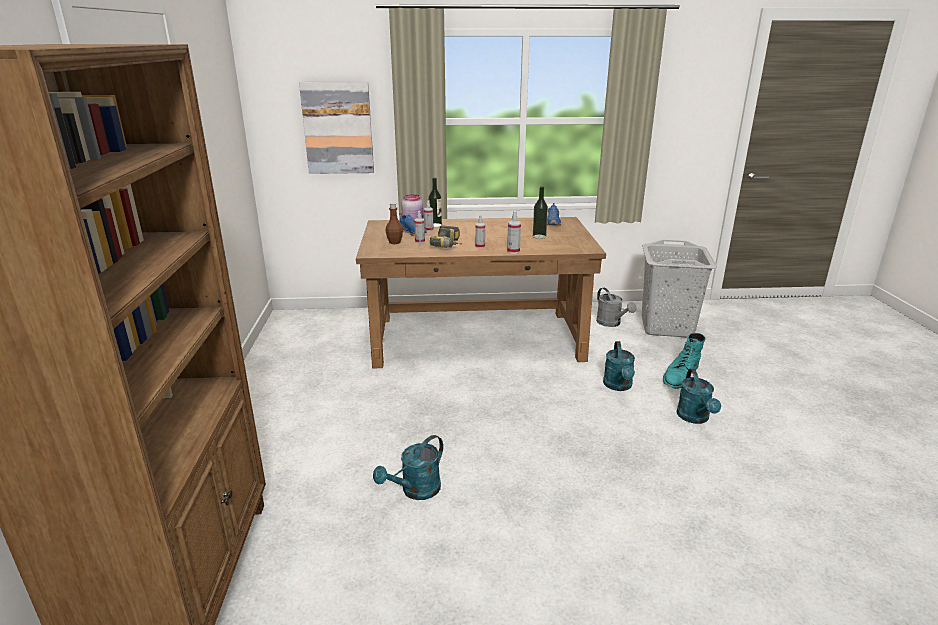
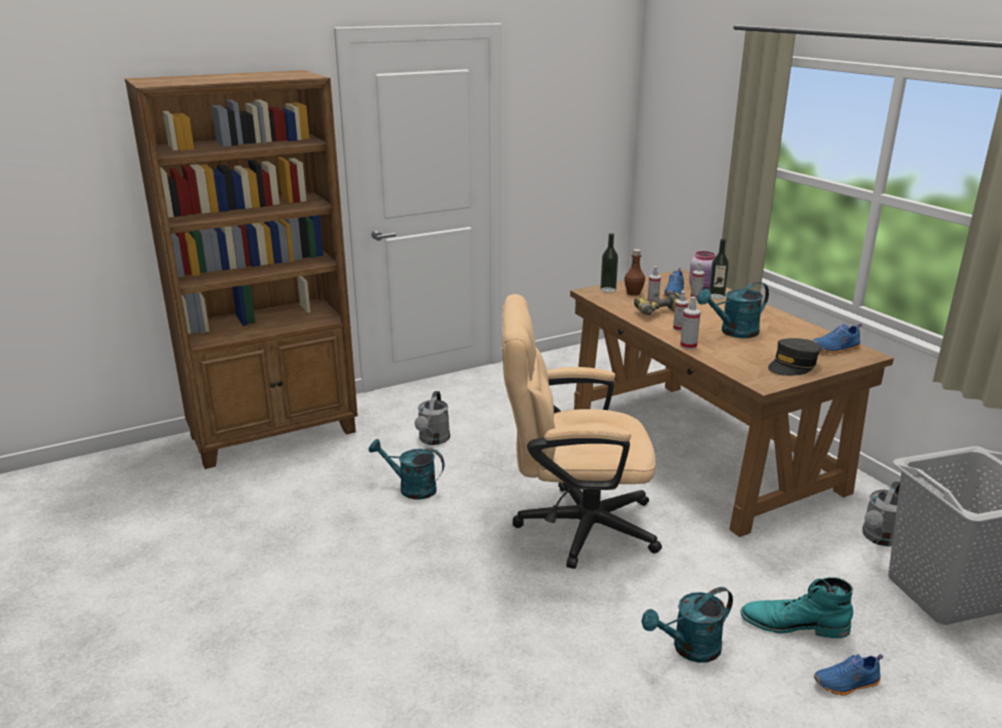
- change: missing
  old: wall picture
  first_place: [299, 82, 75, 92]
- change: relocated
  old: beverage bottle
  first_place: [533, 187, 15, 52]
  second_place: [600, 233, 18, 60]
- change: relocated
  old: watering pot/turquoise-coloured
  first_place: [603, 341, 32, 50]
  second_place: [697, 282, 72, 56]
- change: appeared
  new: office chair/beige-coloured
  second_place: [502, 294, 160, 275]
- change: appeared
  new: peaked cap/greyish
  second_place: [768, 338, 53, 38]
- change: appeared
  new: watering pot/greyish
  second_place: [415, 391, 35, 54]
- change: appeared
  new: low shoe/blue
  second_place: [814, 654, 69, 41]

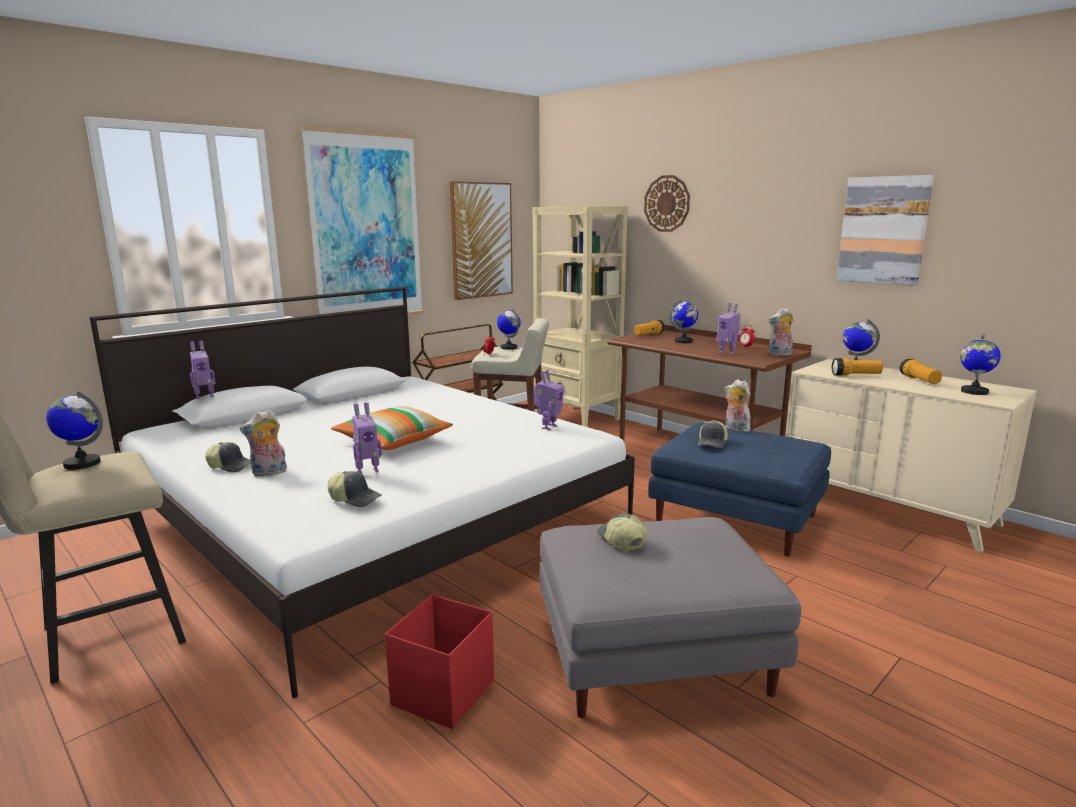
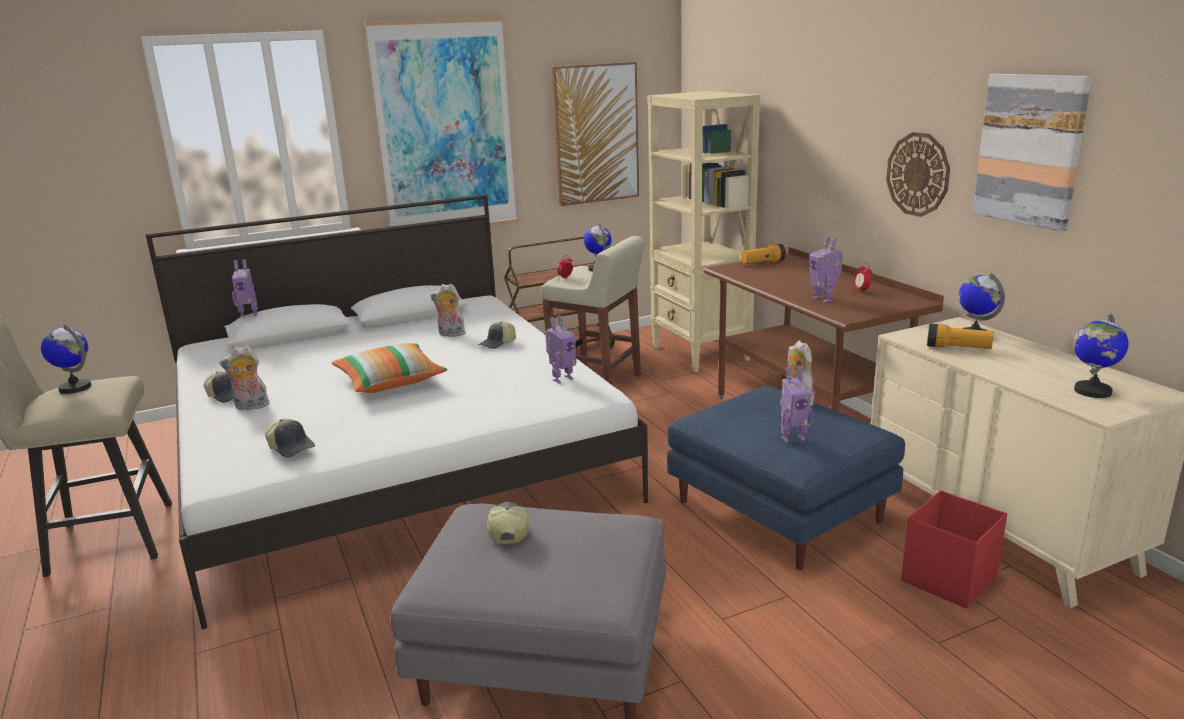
- change: relocated
  old: hanging clock
  first_place: [644, 175, 46, 57]
  second_place: [886, 132, 64, 85]
- change: missing
  old: globe
  first_place: [669, 299, 29, 44]
- change: relocated
  old: cuddly toy
  first_place: [768, 308, 25, 48]
  second_place: [430, 284, 35, 53]
- change: missing
  old: torch
  first_place: [900, 359, 42, 25]
- change: relocated
  old: robot figure
  first_place: [352, 402, 30, 72]
  second_place: [780, 366, 32, 77]
- change: relocated
  old: peaked cap
  first_place: [698, 420, 30, 28]
  second_place: [478, 321, 38, 28]
- change: relocated
  old: storage bin/red-coloured
  first_place: [385, 594, 109, 135]
  second_place: [901, 490, 106, 119]

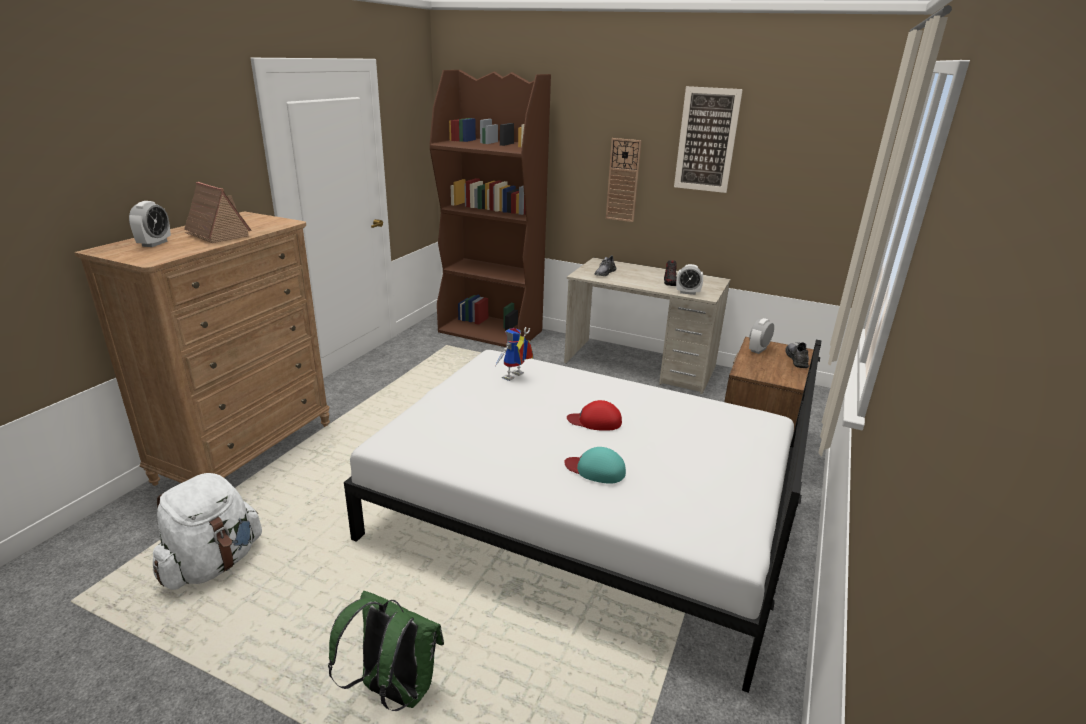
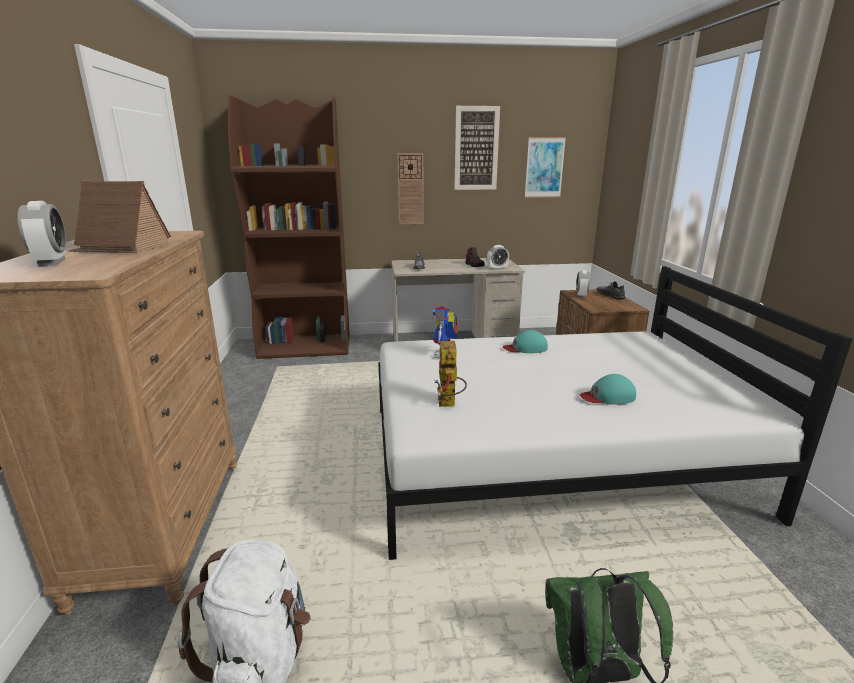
- change: missing
  old: peaked cap/red-coloured
  first_place: [567, 400, 55, 31]
- change: appeared
  new: wall picture
  second_place: [525, 137, 41, 61]
- change: appeared
  new: peaked cap/turquoise-coloured
  second_place: [503, 330, 45, 23]
- change: appeared
  new: robot figure
  second_place: [435, 341, 32, 66]

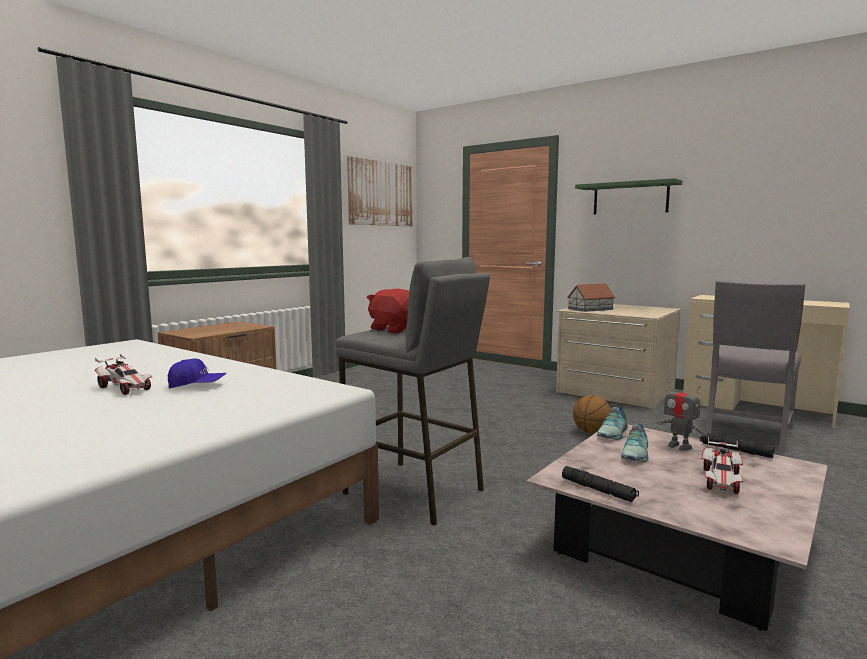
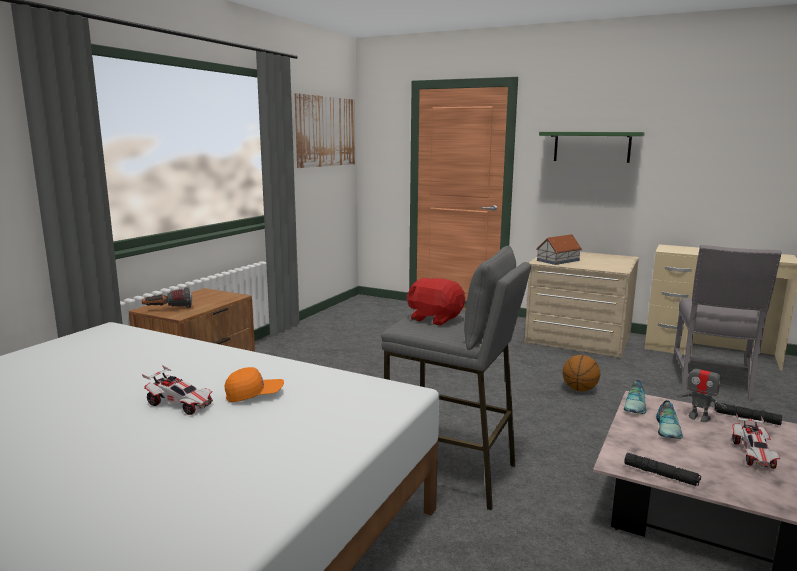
- change: colour
  old: peaked cap/blue
  new: peaked cap/orange
  first_place: [168, 358, 58, 31]
  second_place: [225, 367, 59, 35]
- change: appeared
  new: torch
  second_place: [142, 287, 50, 21]

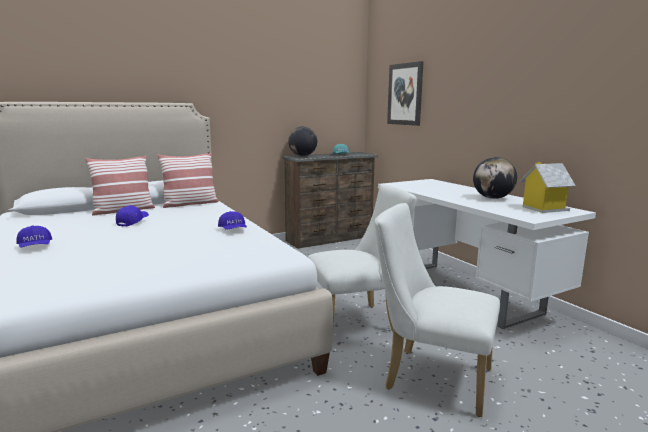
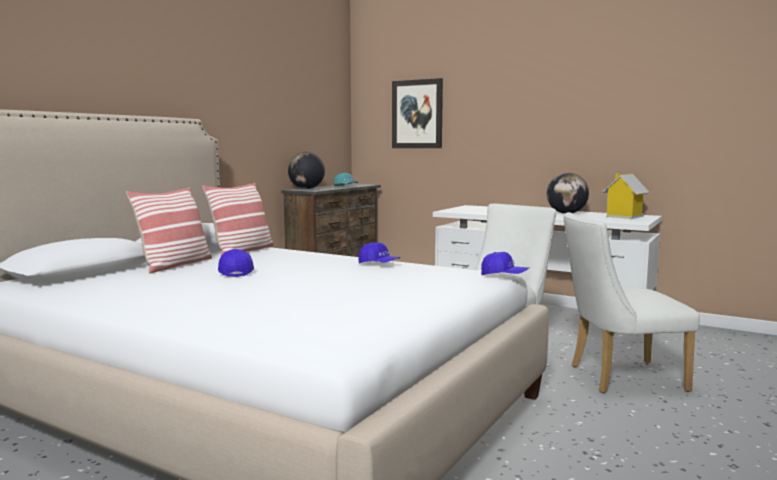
- change: relocated
  old: peaked cap/blue
  first_place: [16, 225, 36, 23]
  second_place: [481, 252, 49, 23]

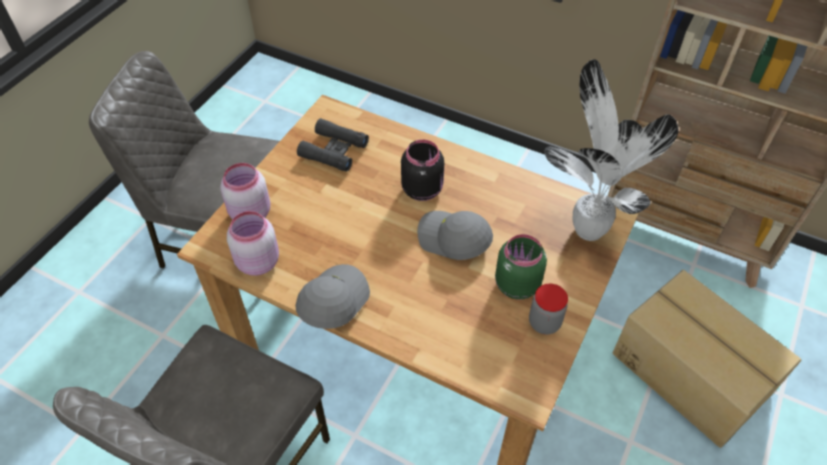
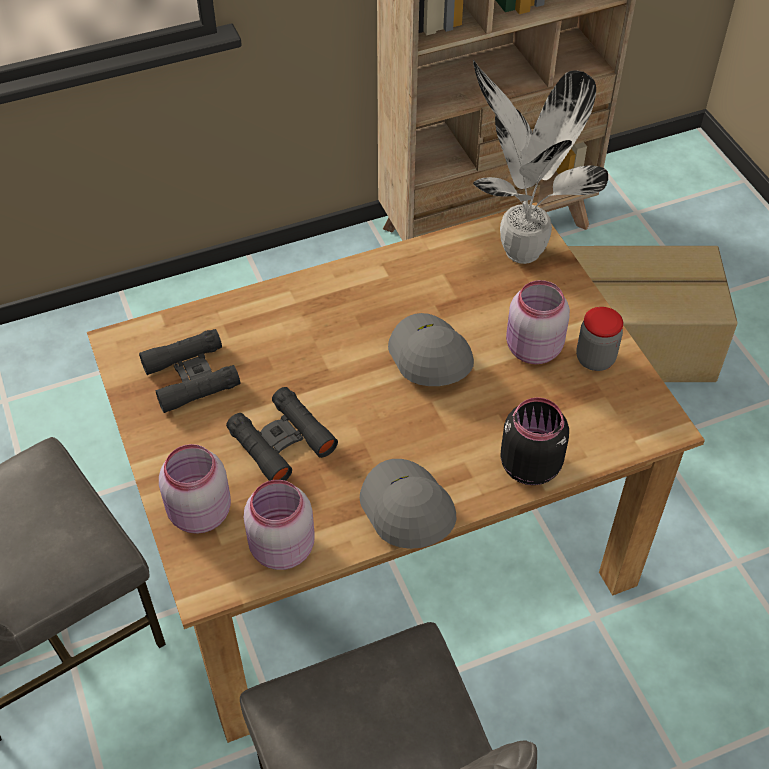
- change: relocated
  old: jar/blackish
  first_place: [401, 139, 43, 62]
  second_place: [500, 397, 69, 88]
- change: spun
  old: peaked cap/greyish
  first_place: [417, 211, 76, 49]
  second_place: [388, 313, 86, 73]
  degrees: 90
- change: colour
  old: jar/green-coloured
  new: jar/pink
  first_place: [495, 234, 52, 66]
  second_place: [506, 280, 64, 84]
- change: appeared
  new: binoculars/blackish
  second_place: [226, 387, 112, 94]

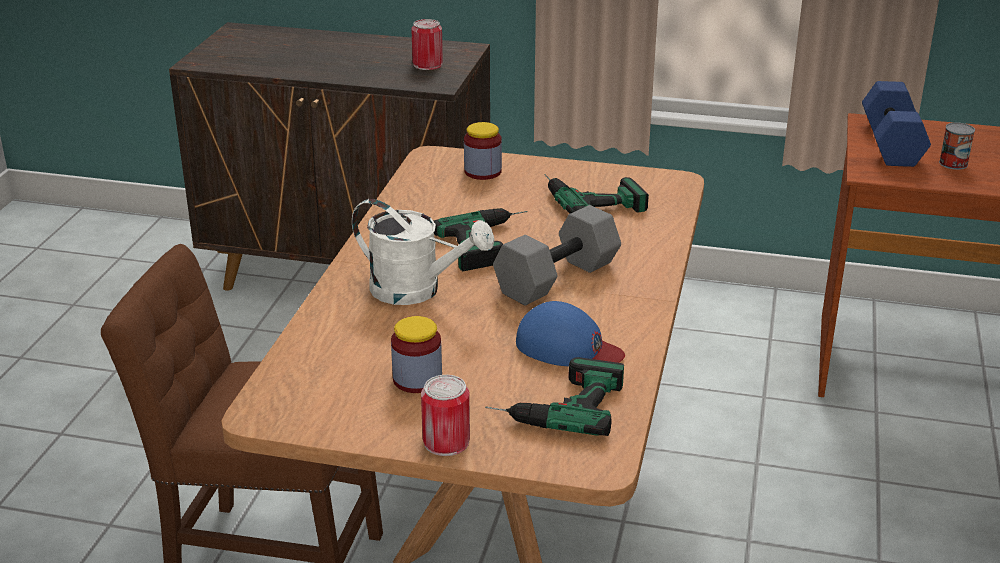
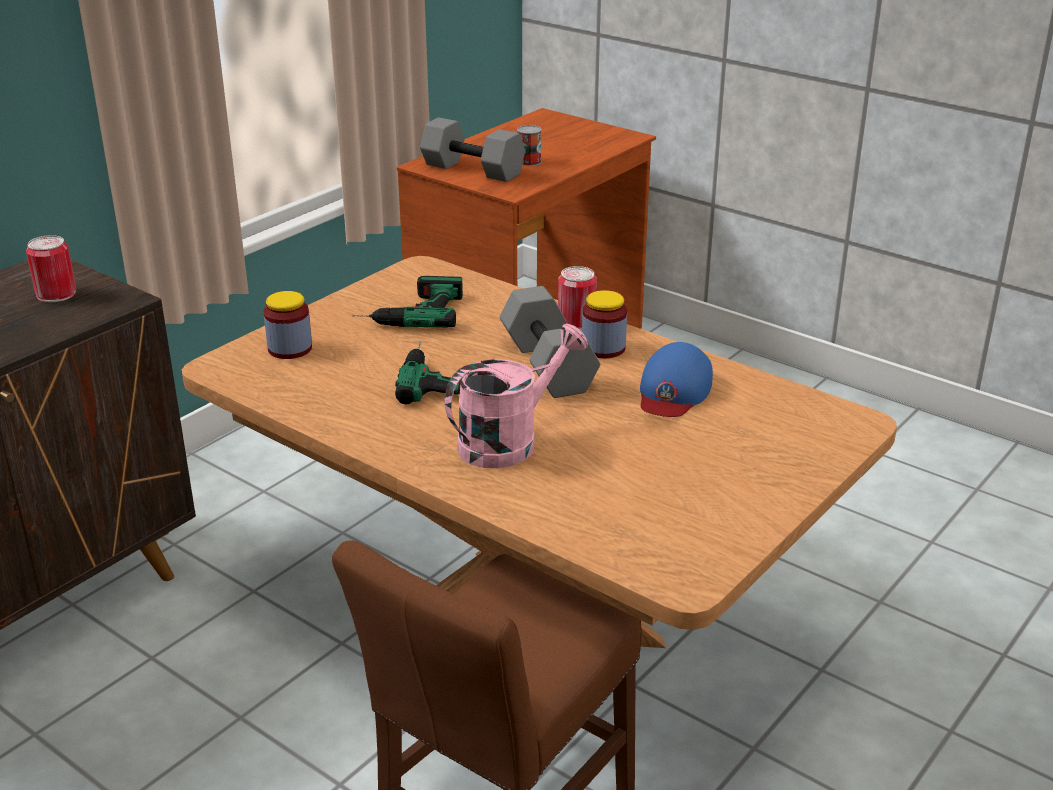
- change: colour
  old: hand weight/blue
  new: hand weight/greyish
  first_place: [862, 81, 69, 86]
  second_place: [420, 117, 105, 65]
- change: colour
  old: watering pot/white-coloured
  new: watering pot/pink
  first_place: [352, 199, 143, 106]
  second_place: [445, 324, 143, 144]
- change: spun
  old: peaked cap/blue
  first_place: [516, 301, 109, 65]
  second_place: [640, 342, 73, 75]
  degrees: 150
- change: relocated
  old: jar
  first_place: [391, 316, 51, 77]
  second_place: [582, 290, 45, 68]
- change: missing
  old: power drill
  first_place: [485, 357, 139, 79]
- change: relocated
  old: can
  first_place: [421, 375, 49, 81]
  second_place: [558, 266, 39, 65]

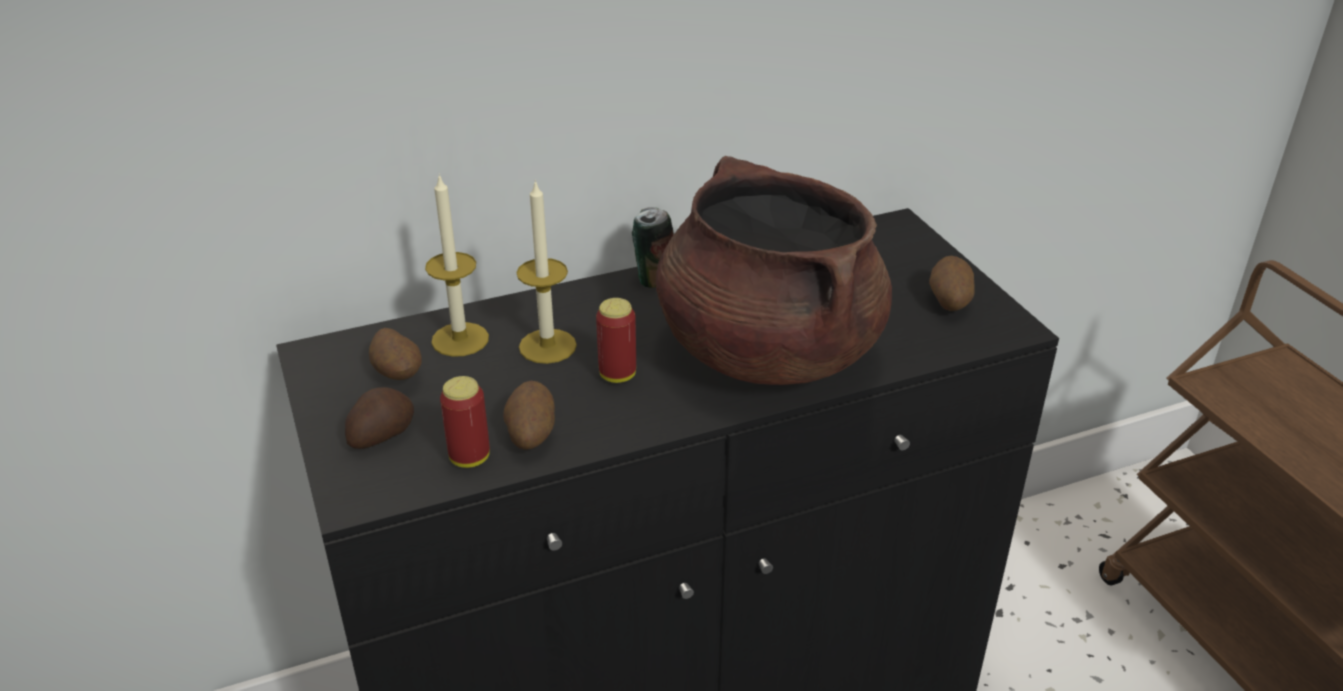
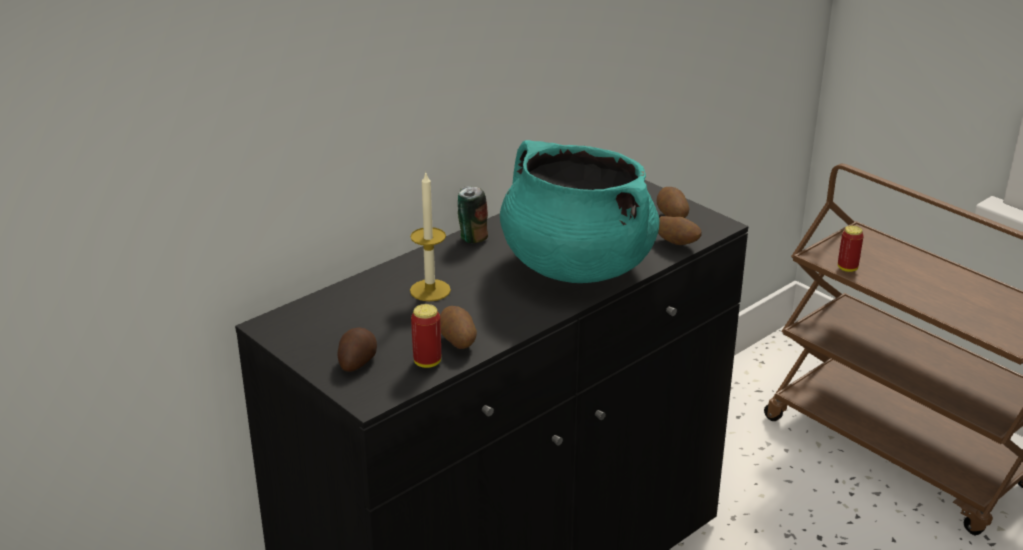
- change: colour
  old: stockpot/brown
  new: stockpot/turquoise-coloured
  first_place: [656, 156, 236, 229]
  second_place: [500, 140, 160, 143]
- change: missing
  old: candle
  first_place: [425, 174, 64, 183]
- change: relocated
  old: can
  first_place: [596, 298, 40, 85]
  second_place: [838, 225, 26, 47]
- change: relocated
  old: whole potato
  first_place: [369, 328, 53, 52]
  second_place: [658, 216, 44, 29]

